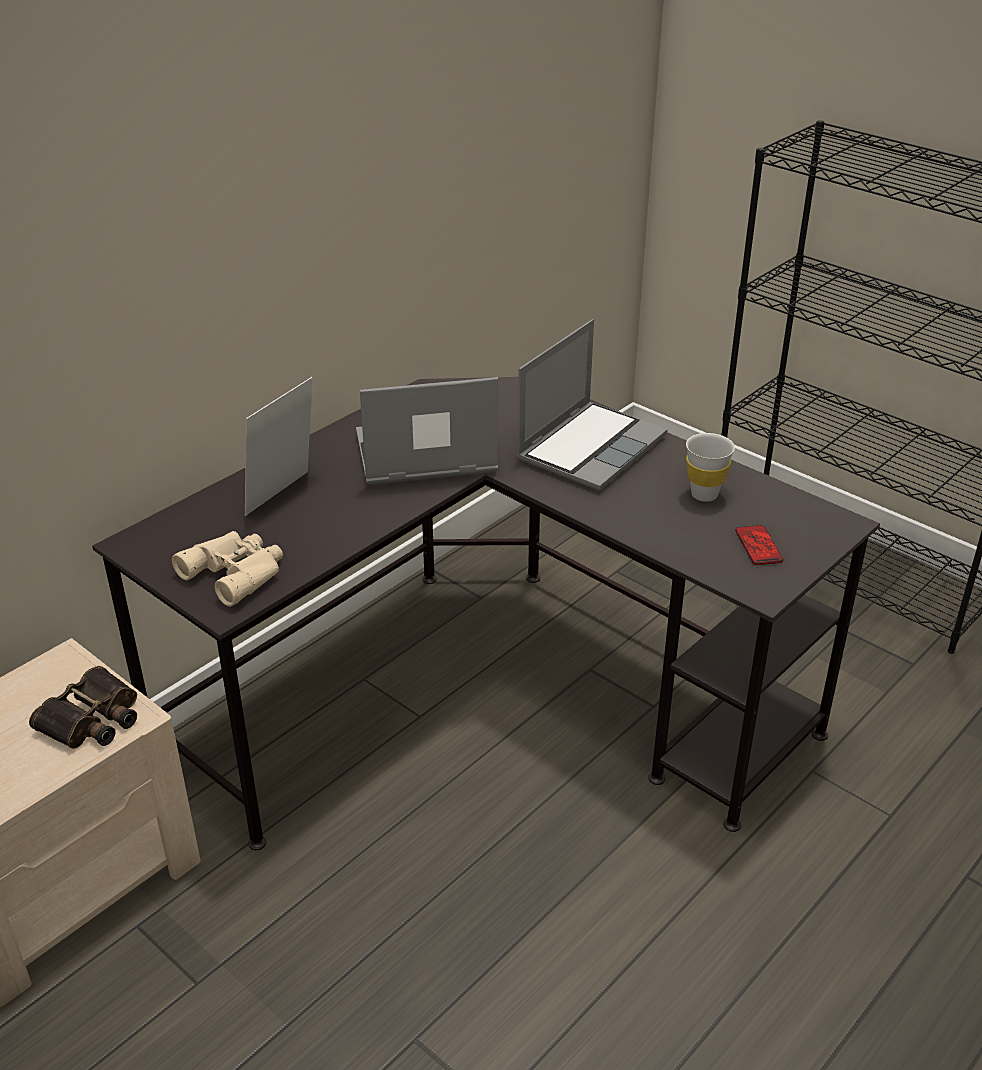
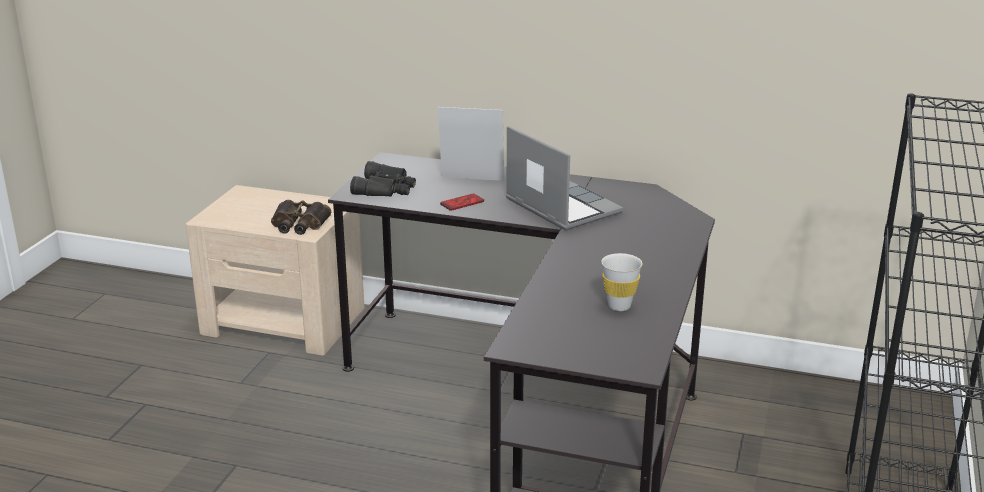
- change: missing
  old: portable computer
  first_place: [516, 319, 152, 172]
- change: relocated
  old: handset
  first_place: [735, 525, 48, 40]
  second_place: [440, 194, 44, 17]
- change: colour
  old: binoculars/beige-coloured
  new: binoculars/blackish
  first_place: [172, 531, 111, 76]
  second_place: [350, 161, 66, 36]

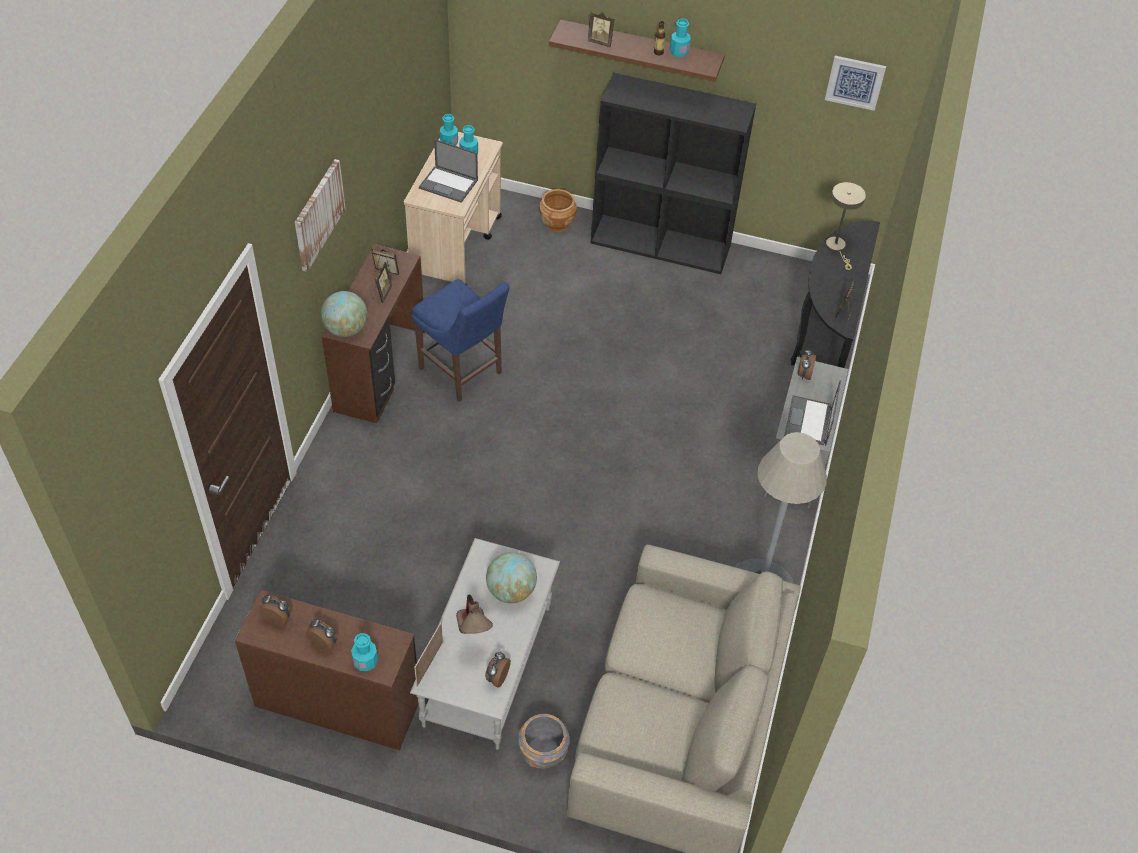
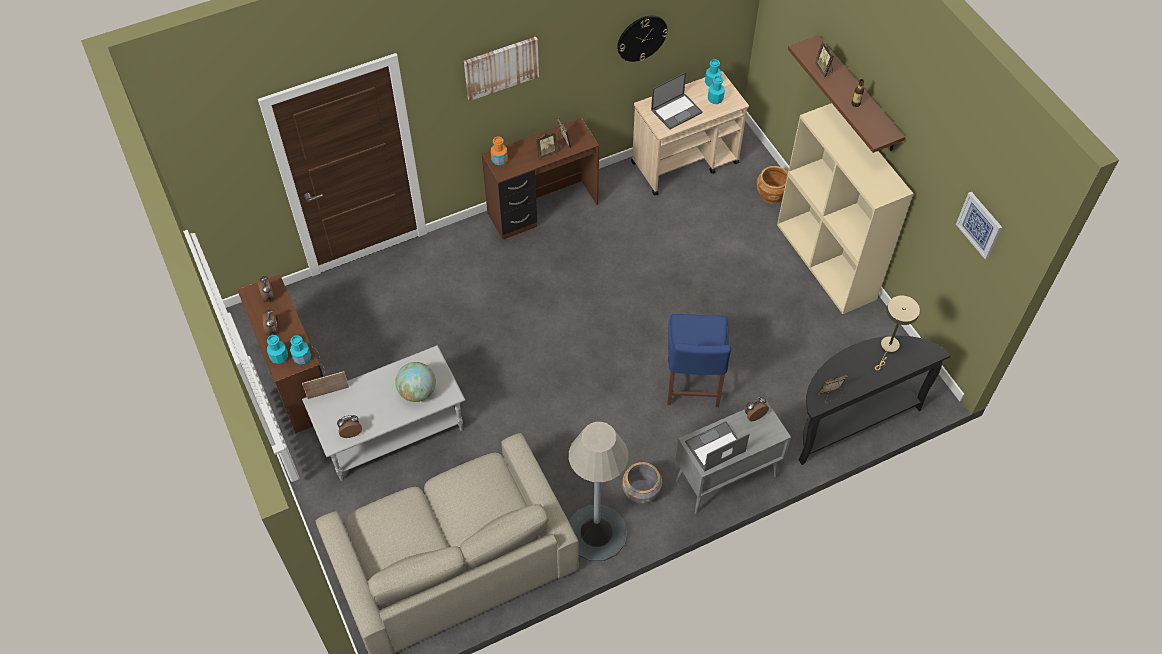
- change: relocated
  old: beverage bottle/turquoise-coloured
  first_place: [670, 18, 21, 39]
  second_place: [290, 335, 21, 30]
- change: colour
  old: shelving unit/blackish
  new: shelving unit/beige-coloured
  first_place: [591, 73, 165, 201]
  second_place: [777, 103, 137, 211]
- change: spun
  old: portable computer
  first_place: [419, 139, 59, 64]
  second_place: [651, 72, 52, 57]
  degrees: -105
- change: relocated
  old: chair/blue
  first_place: [411, 279, 99, 123]
  second_place: [667, 314, 64, 93]
- change: exchanged
  old: globe
  new: beverage bottle/orange
  first_place: [321, 291, 46, 46]
  second_place: [491, 136, 17, 29]
- change: missing
  old: lamp for a table
  first_place: [456, 595, 37, 39]
- change: relocated
  old: flower pot/greyish
  first_place: [518, 714, 51, 55]
  second_place: [622, 462, 41, 42]
- change: appeared
  new: hanging clock
  second_place: [617, 16, 51, 46]

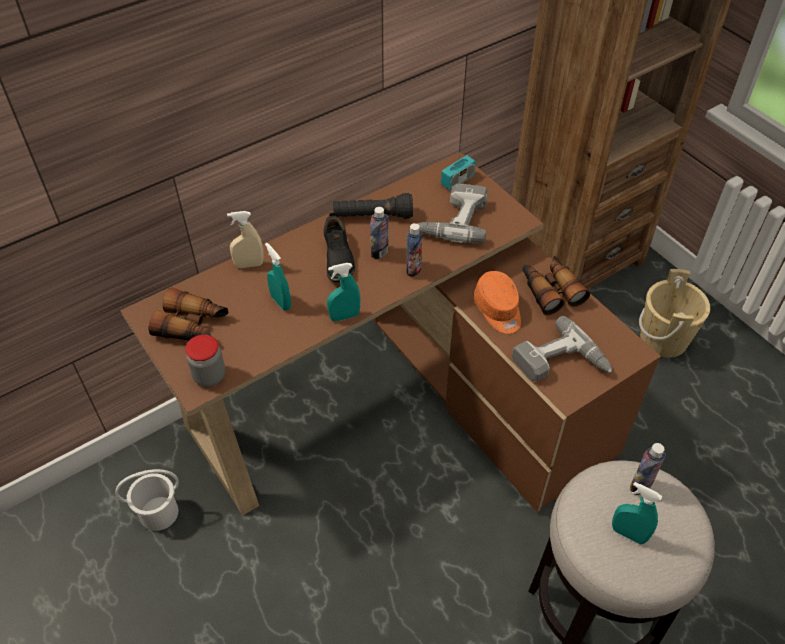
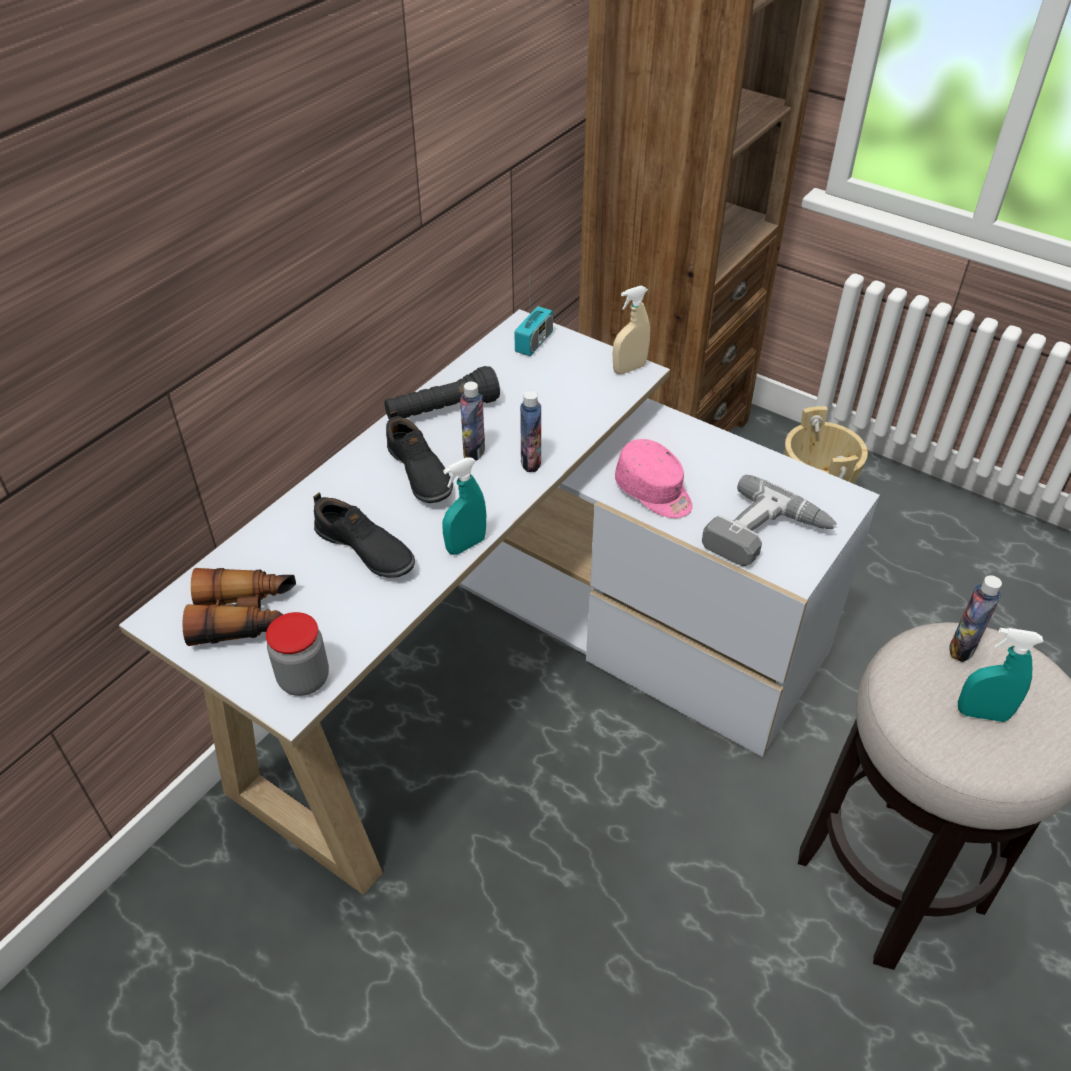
- change: colour
  old: desk/brown
  new: desk/white-coloured
  first_place: [120, 152, 541, 364]
  second_place: [119, 309, 761, 586]
- change: missing
  old: power drill
  first_place: [417, 183, 71, 60]
- change: relocated
  old: sprayer/beige-coloured
  first_place: [227, 211, 37, 57]
  second_place: [613, 286, 37, 88]
- change: exchanged
  old: sprayer/turquoise-coloured
  new: low shoe/blackish
  first_place: [265, 243, 26, 68]
  second_place: [313, 493, 102, 85]
- change: missing
  old: binoculars
  first_place: [522, 256, 68, 59]
- change: colour
  old: peaked cap/orange
  new: peaked cap/pink
  first_place: [474, 271, 47, 63]
  second_place: [615, 439, 78, 79]
- change: missing
  old: bucket/white-coloured
  first_place: [115, 469, 64, 62]

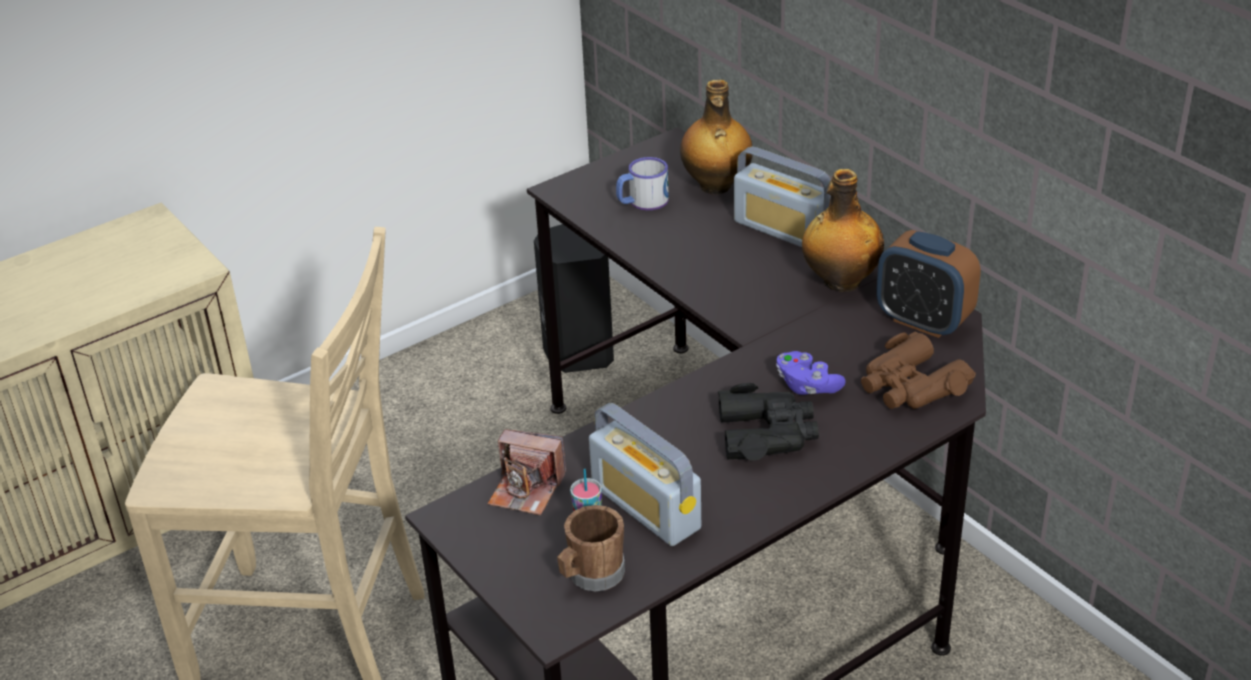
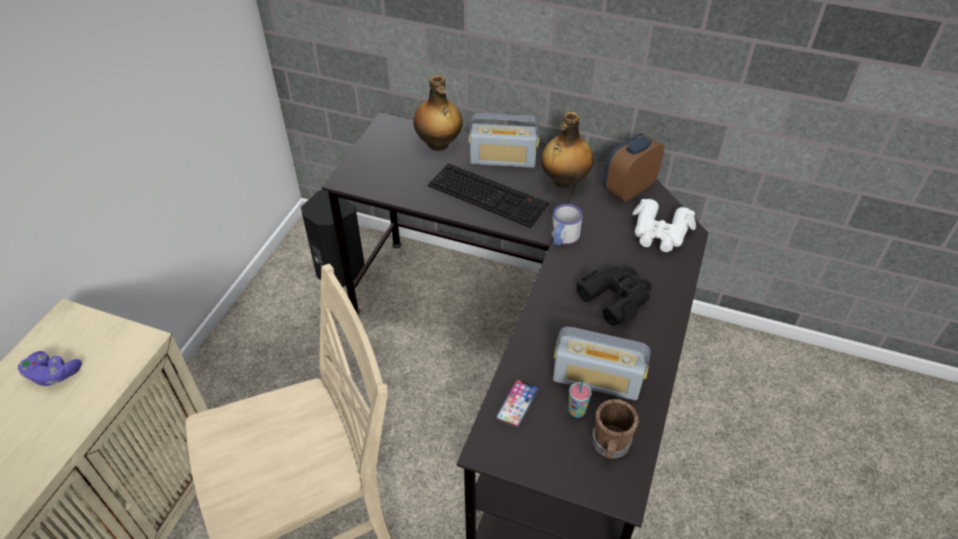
- change: relocated
  old: tea mug
  first_place: [616, 157, 53, 53]
  second_place: [551, 204, 32, 42]
- change: spun
  old: table clock
  first_place: [876, 230, 104, 108]
  second_place: [603, 133, 61, 69]
  degrees: 135
- change: colour
  old: binoculars/brown
  new: binoculars/white-coloured
  first_place: [861, 332, 115, 77]
  second_place: [632, 199, 64, 53]
- change: relocated
  old: gamepad/purple
  first_place: [776, 351, 70, 44]
  second_place: [18, 351, 64, 35]
- change: exchanged
  old: still camera
  new: handset
  first_place: [487, 429, 79, 86]
  second_place: [495, 379, 44, 50]
- change: appeared
  new: PC keyboard
  second_place: [428, 163, 121, 65]

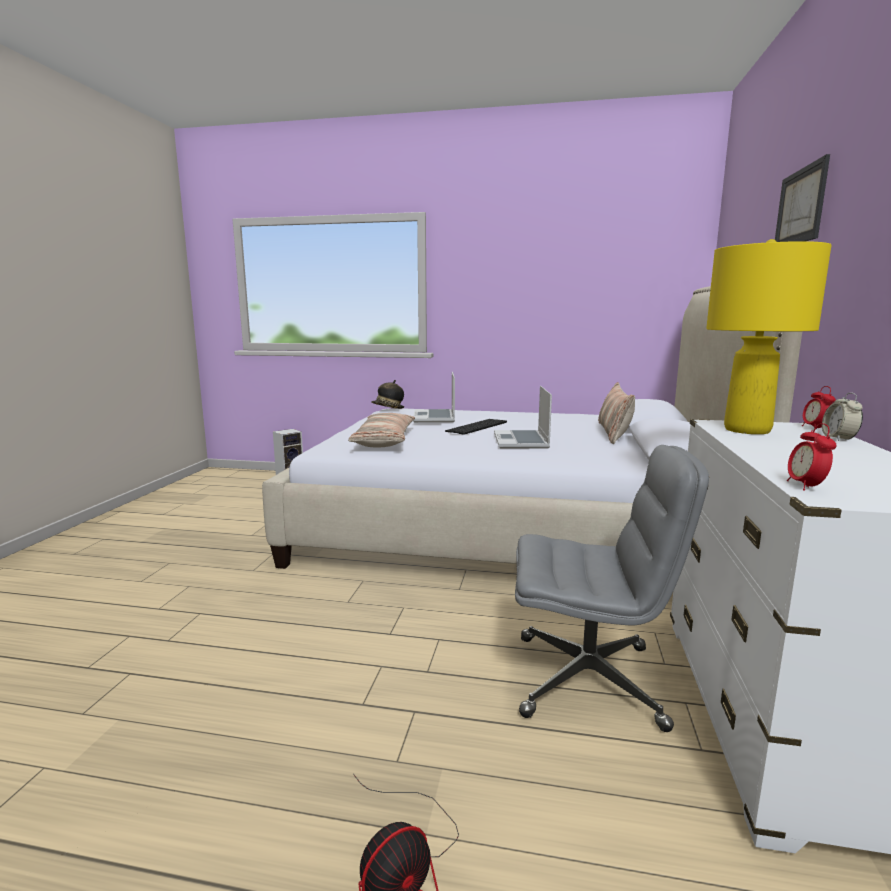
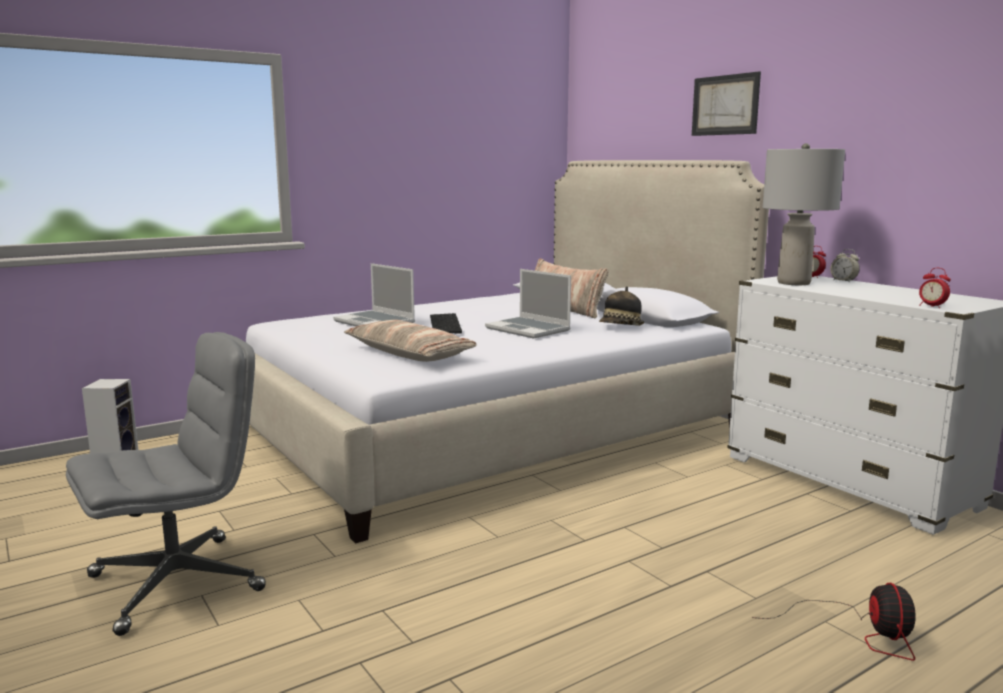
- change: colour
  old: lamp for a table/yellow-coloured
  new: lamp for a table/greyish
  first_place: [706, 239, 125, 195]
  second_place: [763, 143, 82, 142]
- change: relocated
  old: clothing hat
  first_place: [371, 380, 33, 29]
  second_place: [599, 286, 45, 40]
- change: relocated
  old: office chair/greyish
  first_place: [515, 445, 194, 287]
  second_place: [66, 332, 200, 304]

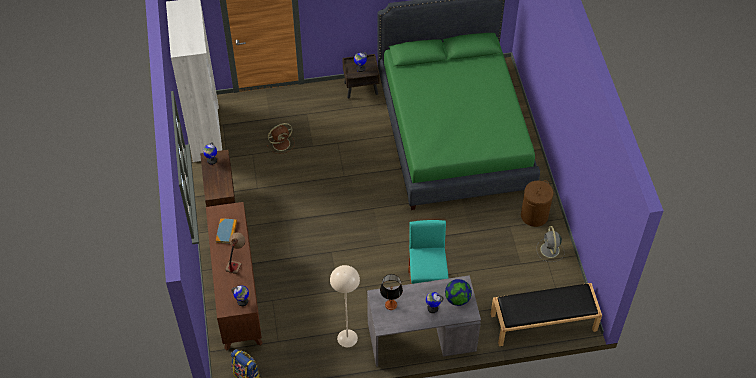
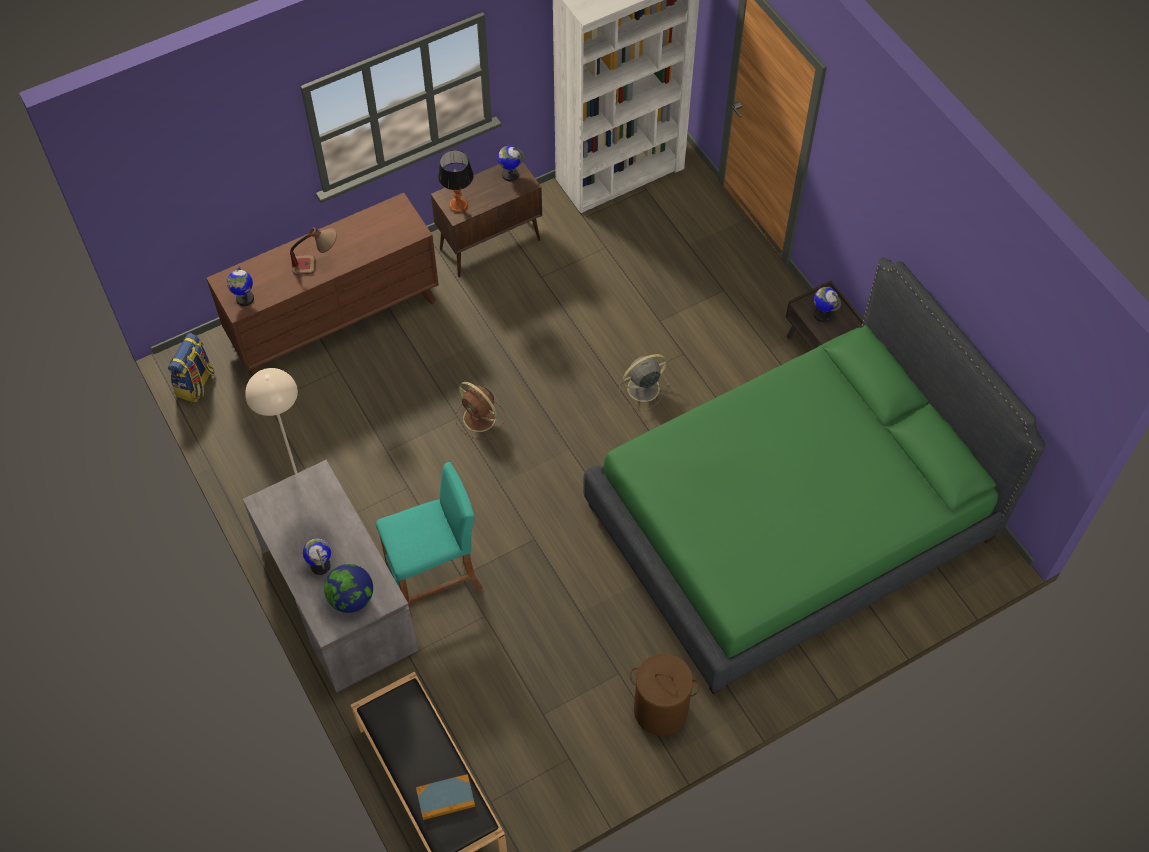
- change: relocated
  old: electric fan/brown
  first_place: [267, 123, 28, 31]
  second_place: [455, 382, 51, 57]
- change: relocated
  old: bound book
  first_place: [216, 218, 21, 26]
  second_place: [416, 774, 59, 46]
- change: relocated
  old: electric fan/greyish
  first_place: [536, 226, 29, 36]
  second_place: [619, 354, 51, 56]
- change: relocated
  old: lamp for a table
  first_place: [380, 274, 23, 36]
  second_place: [438, 150, 36, 63]

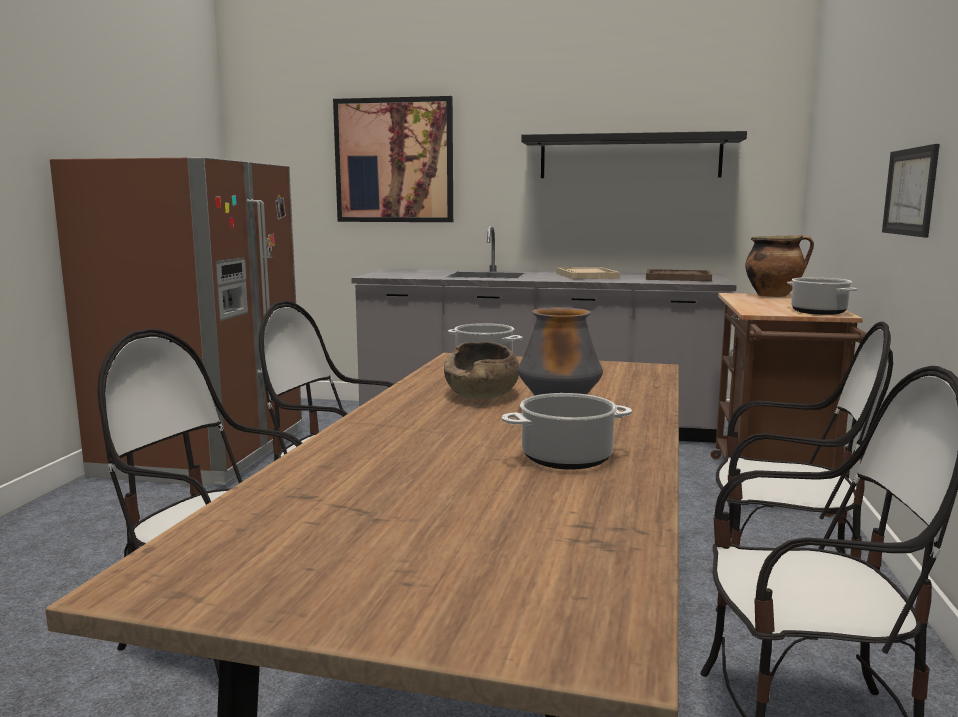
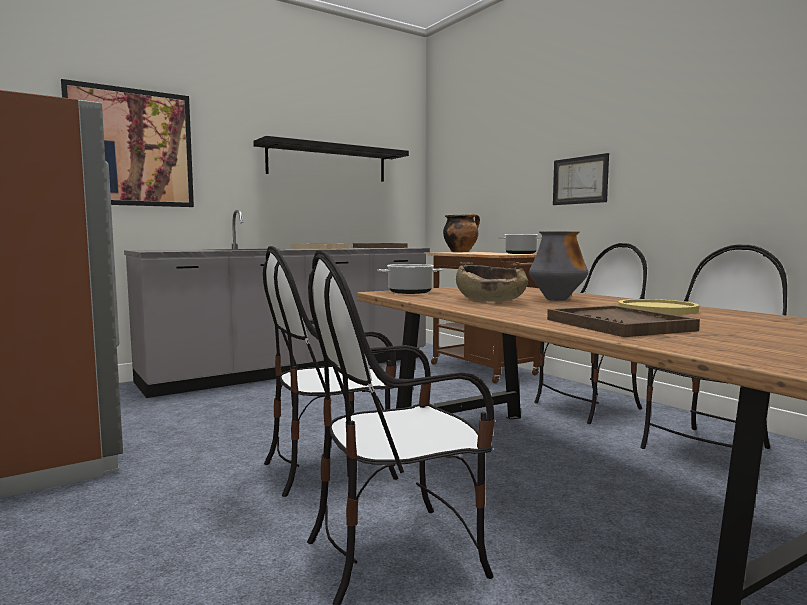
- change: exchanged
  old: stockpot
  new: flat dish/yellow-coloured
  first_place: [502, 393, 130, 77]
  second_place: [618, 299, 81, 16]
- change: appeared
  new: tray/brown
  second_place: [547, 305, 153, 32]

